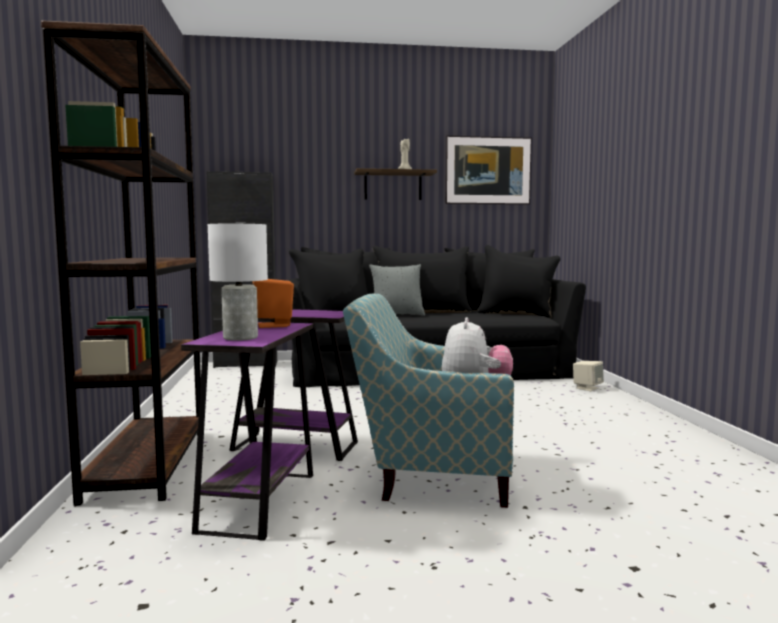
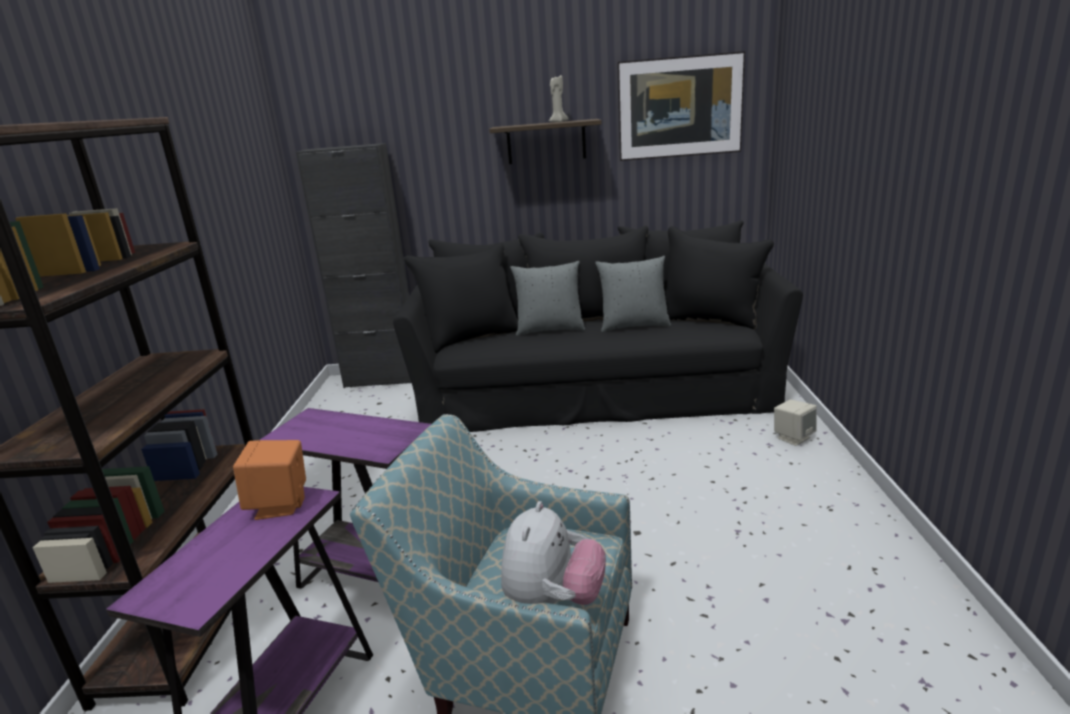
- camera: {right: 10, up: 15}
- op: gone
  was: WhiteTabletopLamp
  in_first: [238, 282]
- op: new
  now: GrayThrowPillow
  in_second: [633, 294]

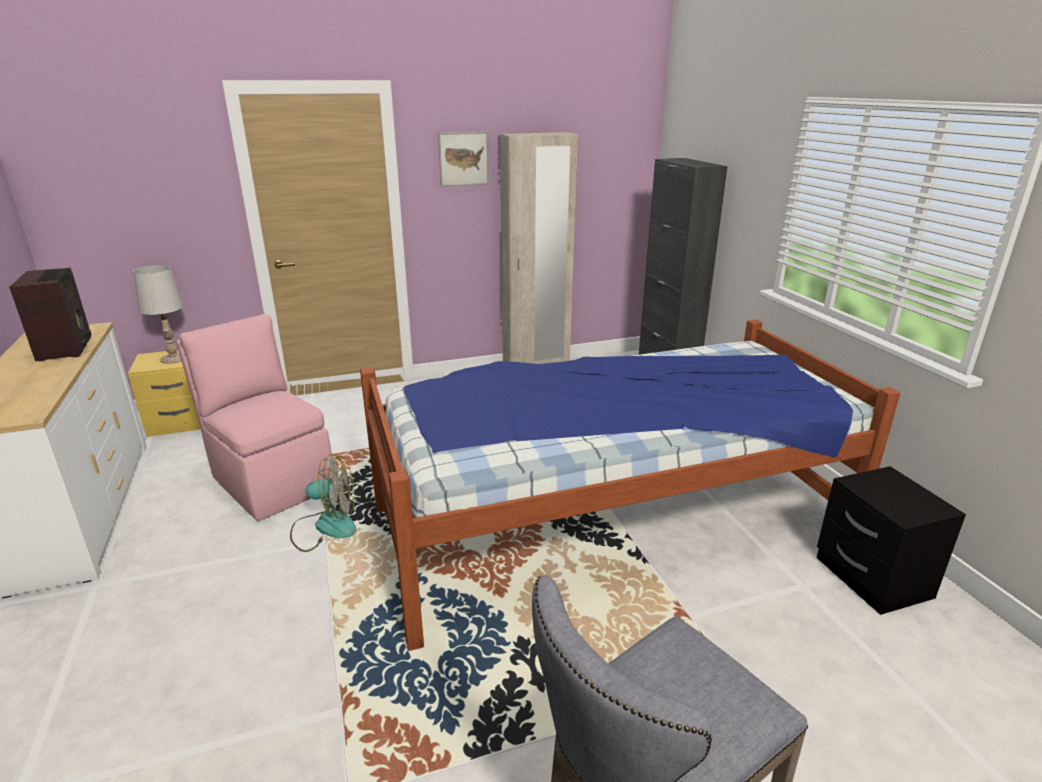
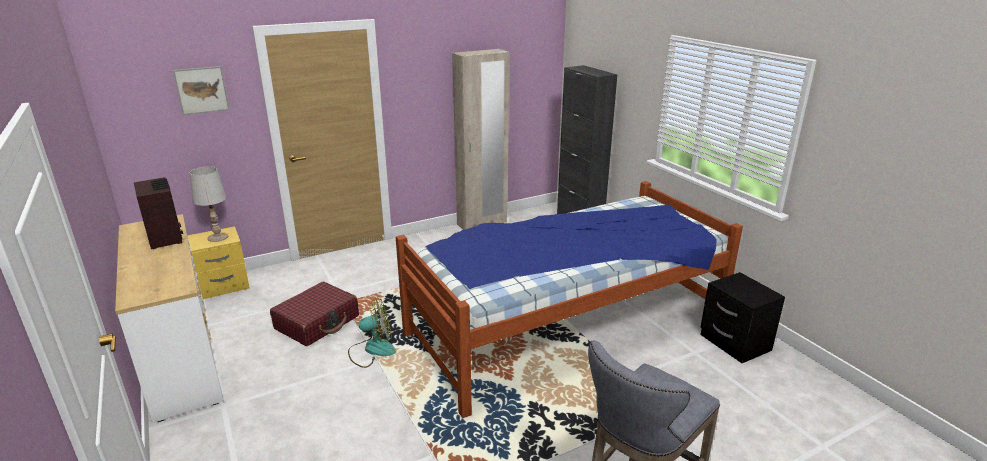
- camera: {right: -10, up: 0}
- op: shifted
  was: Picture
  in_first: [463, 159]
  in_second: [201, 90]
- op: swapped
  was: PinkColouredUprightChair
  now: RedSuitcase
  in_first: [255, 417]
  in_second: [314, 314]

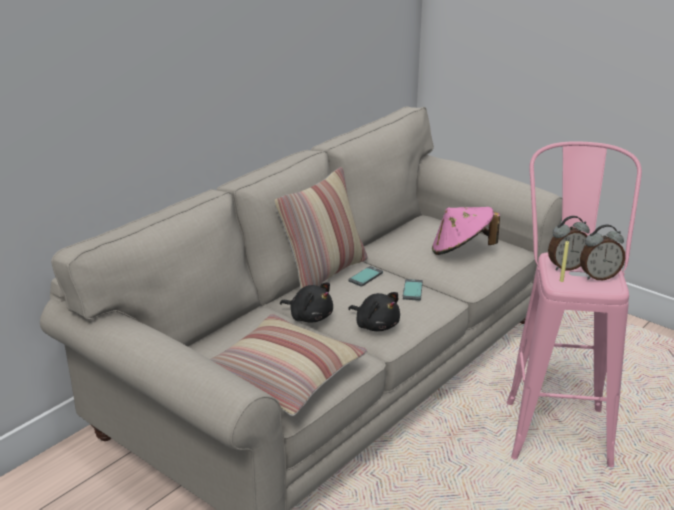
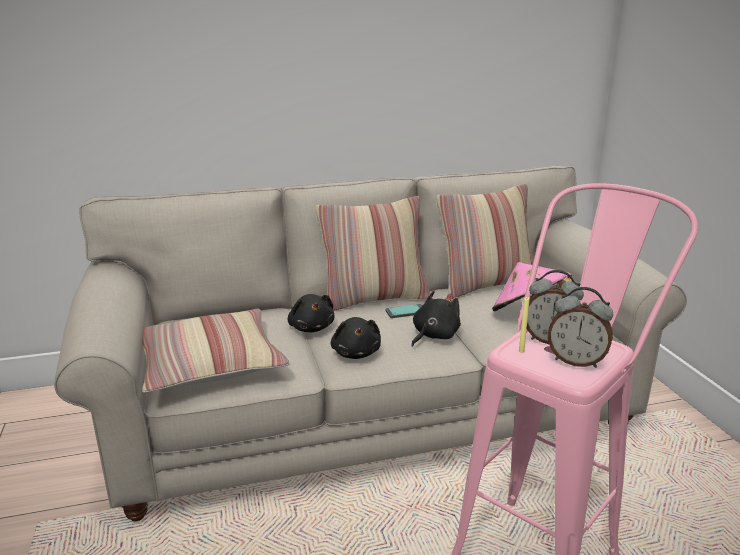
- camera: {right: 35, up: -5}
- op: new
  now: ThrowPillow
  in_second: [484, 241]
- op: swapped
  was: Telephone
  now: BlackPlushToy
  in_first: [413, 290]
  in_second: [436, 319]

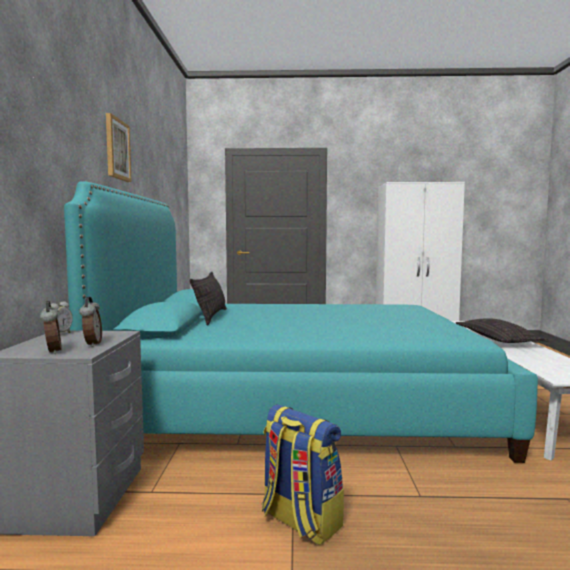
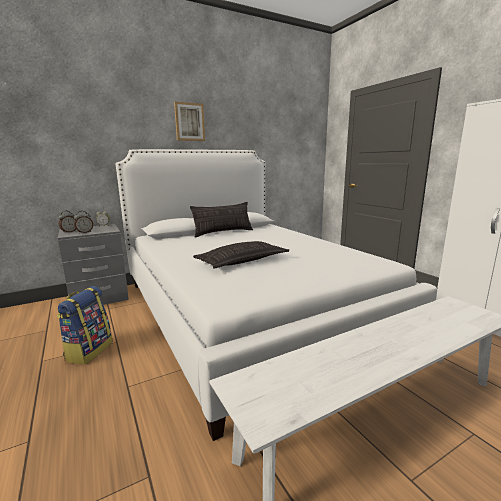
- camera: {right: 60, up: 10}
- op: shifted
  was: ThrowPillow
  in_first: [502, 331]
  in_second: [241, 255]
- op: repainted
  was: TurquoiseBedroomBed
  now: WhiteBedroomBed
  in_first: [301, 322]
  in_second: [276, 295]

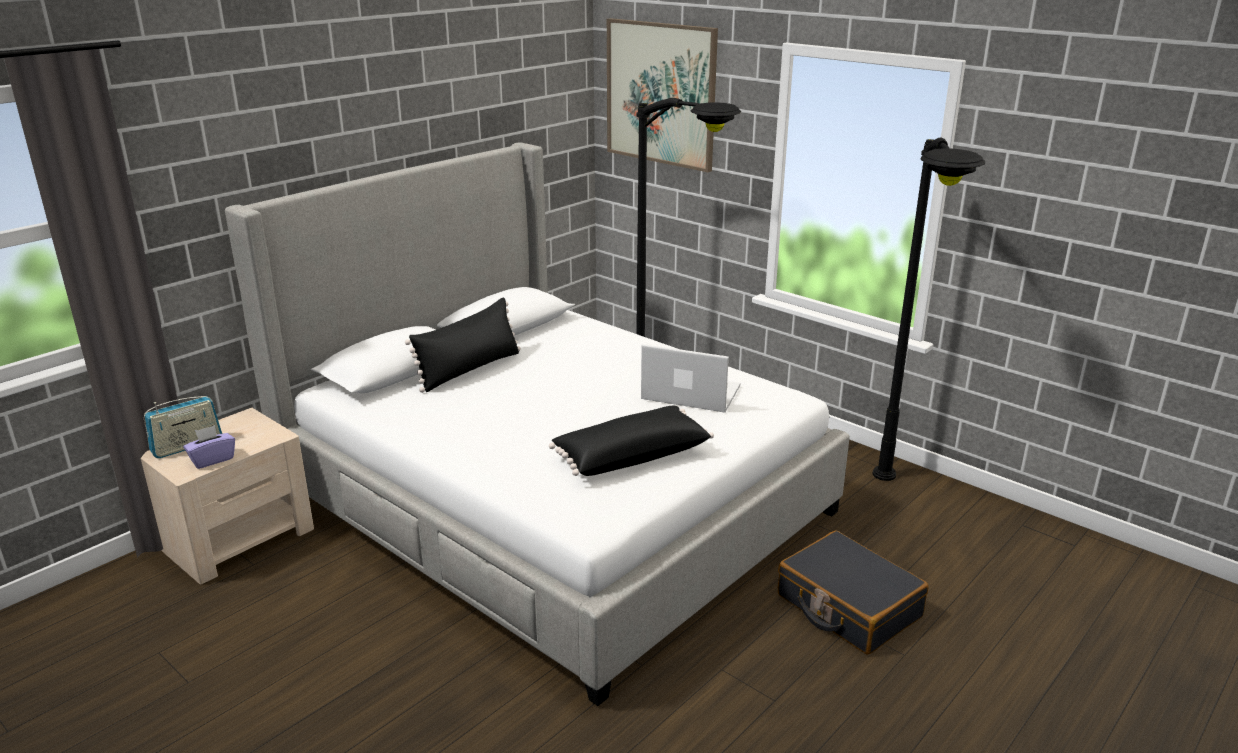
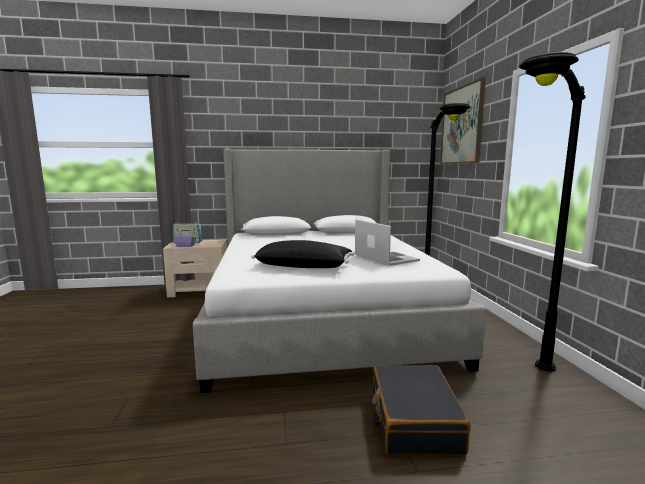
- camera: {right: 40, up: -15}
- op: gone
  was: BlackThrowPillow
  in_first: [463, 345]

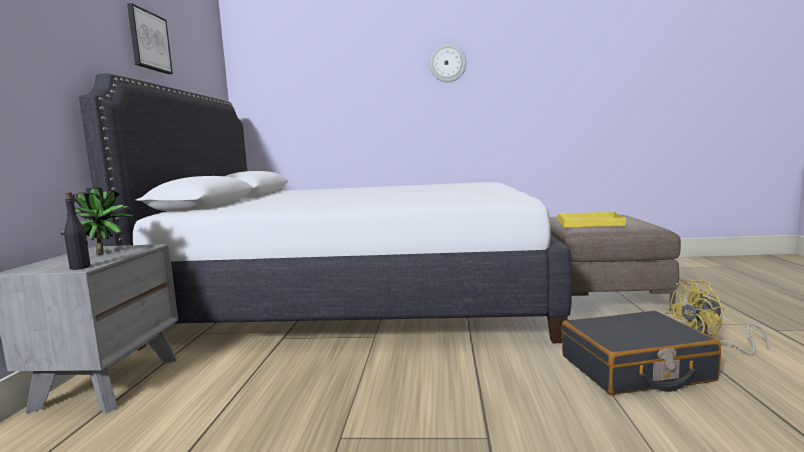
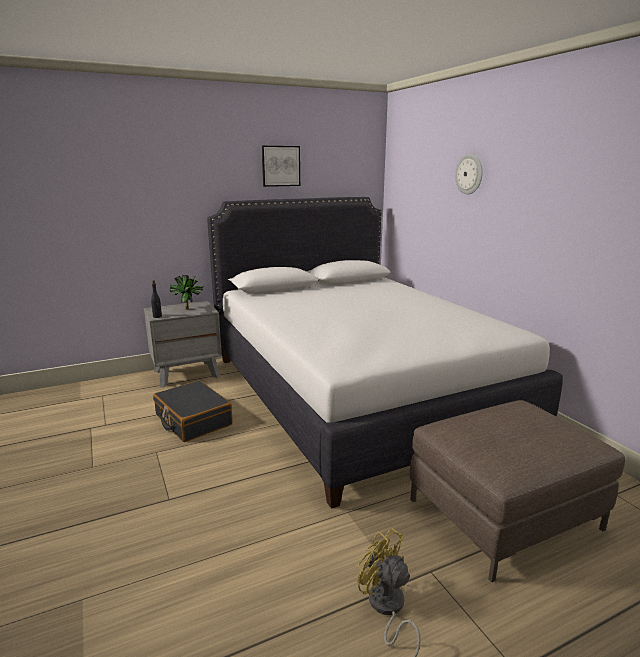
- camera: {right: 60, up: 10}
- op: gone
  was: YellowTray
  in_first: [592, 219]
- op: shifted
  was: WallClock
  in_first: [448, 63]
  in_second: [469, 174]
- op: shifted
  was: BlackSuitcase
  in_first: [641, 353]
  in_second: [193, 411]

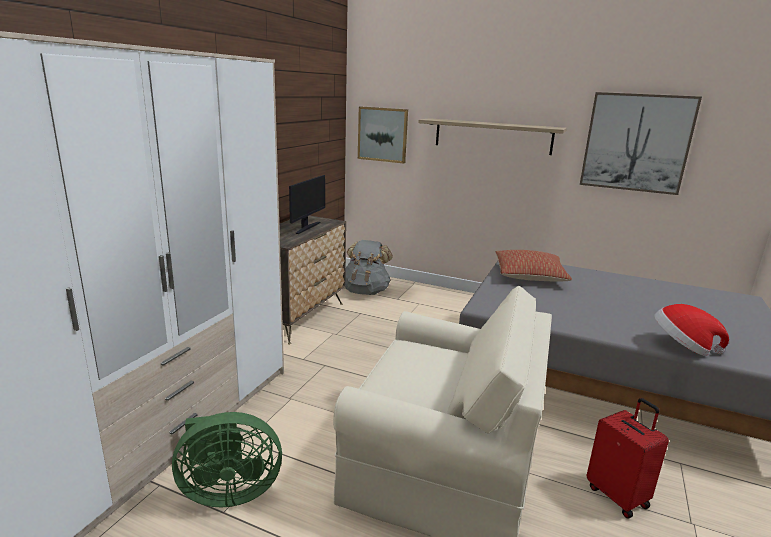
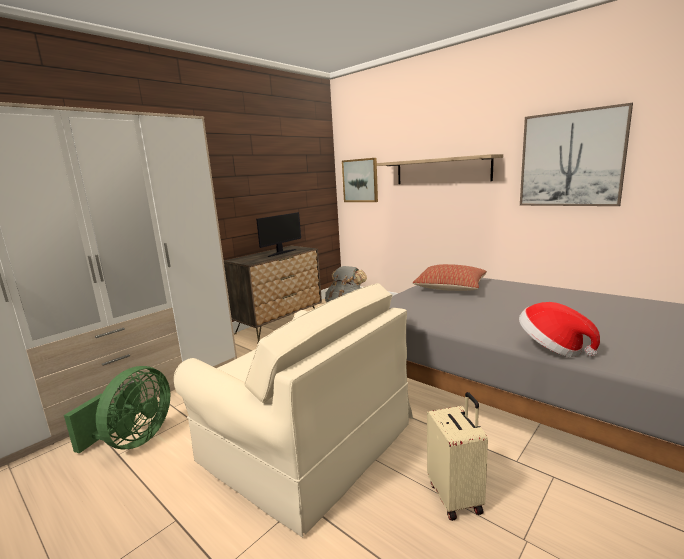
- camera: {right: 20, up: -5}
- op: repainted
  was: RedSuitcase
  now: BeigeColouredSuitcase
  in_first: [627, 458]
  in_second: [457, 456]
- op: rotated
  was: GreenColouredCoolingFan
  in_first: [227, 459]
  in_second: [117, 409]
  clockwise: -75

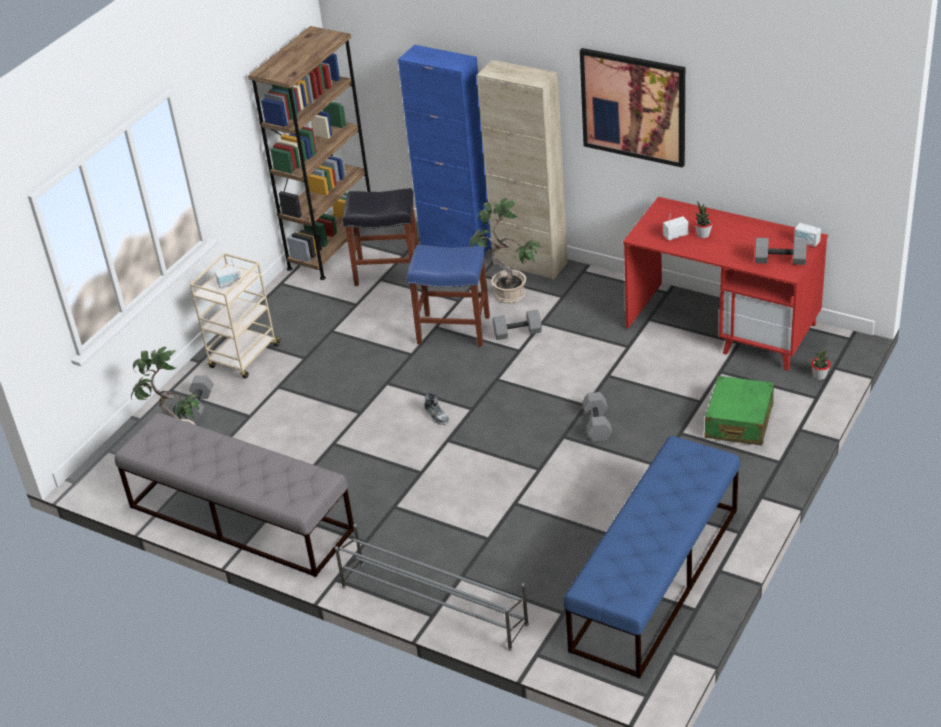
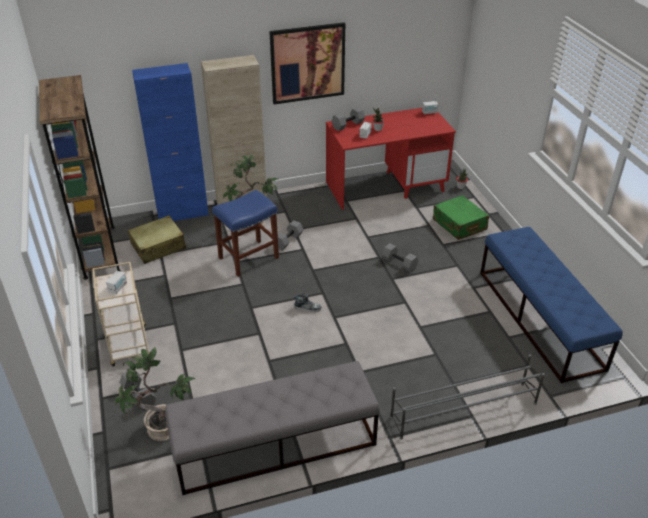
- camera: {right: -50, up: 0}
- op: shifted
  was: GrayFreeWeight
  in_first: [781, 251]
  in_second: [348, 119]
- op: swapped
  was: BlackStoolSeat
  now: BeigeColouredSuitcase
  in_first: [380, 237]
  in_second: [157, 239]

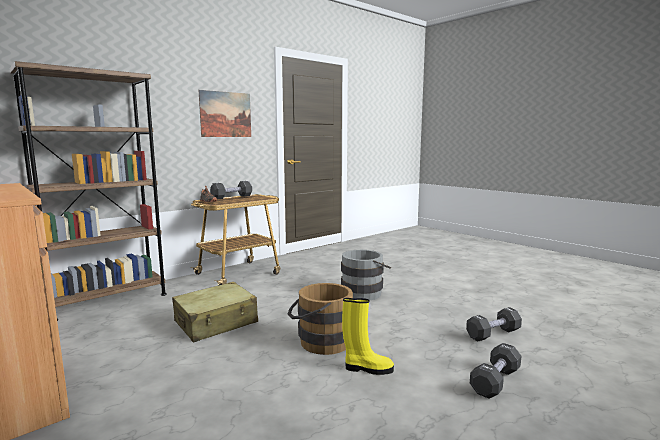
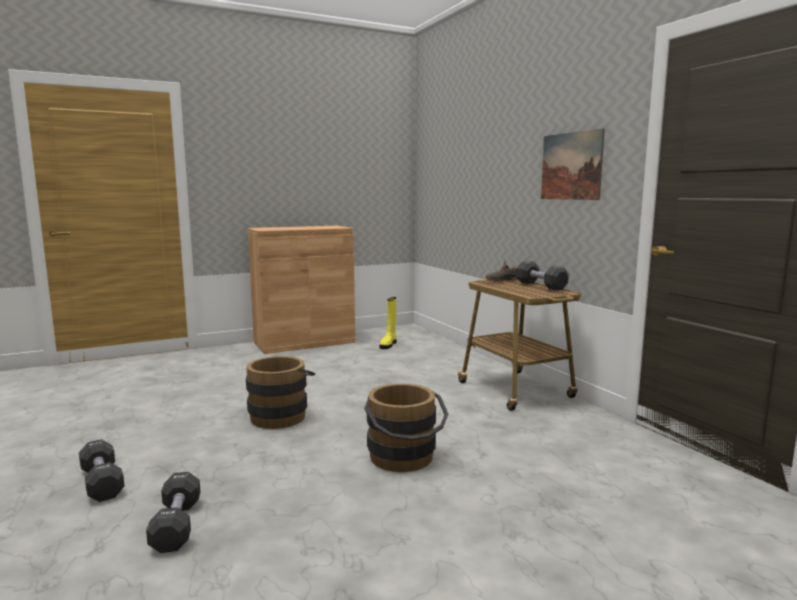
- camera: {right: 105, up: 0}
- op: gone
  was: BrownishShelvingUnit
  in_first: [88, 191]
- op: gone
  was: BeigeColouredSuitcase
  in_first: [215, 312]
- op: shifted
  was: YellowTallBoot
  in_first: [368, 336]
  in_second: [388, 323]
- op: repainted
  was: GrayWaterBucket
  now: BrownishWaterBucket
  in_first: [366, 275]
  in_second: [406, 427]

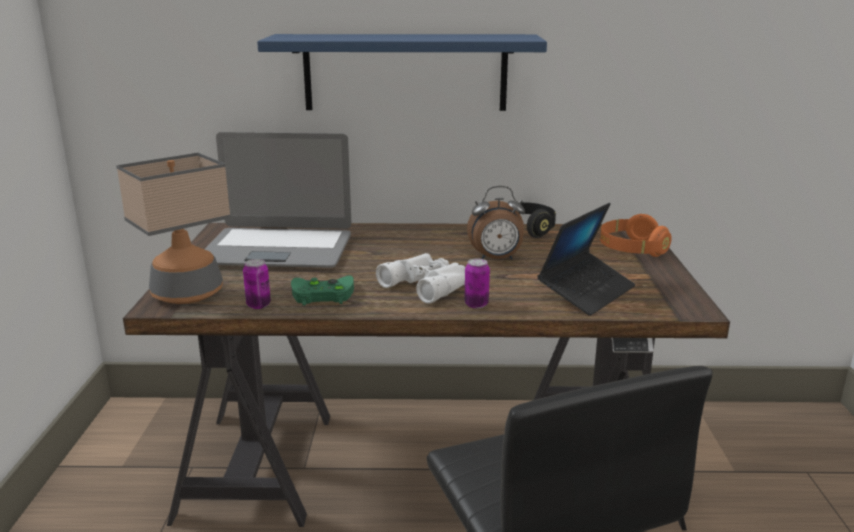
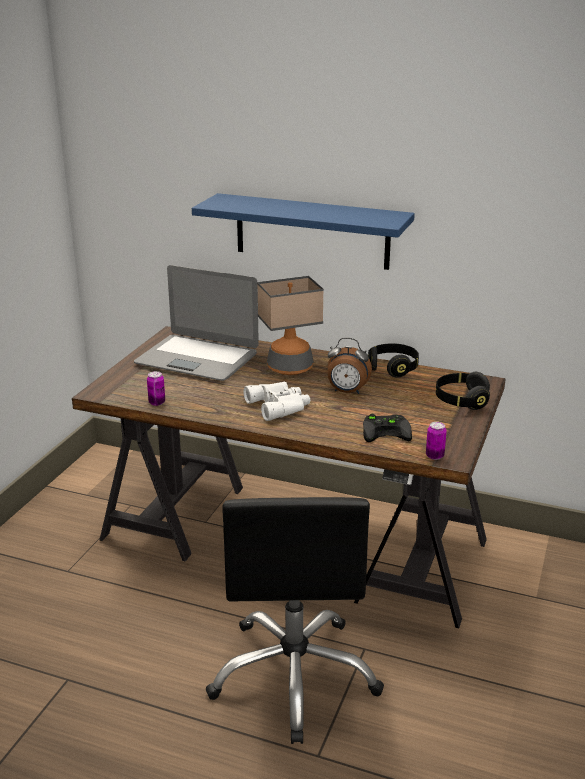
- camera: {right: 20, up: 5}
- op: gone
  was: GreenColouredGameController
  in_first: [322, 290]
- op: shifted
  was: TabletopLamp
  in_first: [173, 228]
  in_second: [290, 325]
- op: shifted
  was: Can
  in_first: [477, 284]
  in_second: [436, 441]
- op: swapped
  was: NotebookComputer
  now: BlackGameController
  in_first: [586, 259]
  in_second: [387, 428]
- op: repainted
  was: OrangeColouredHeadset
  now: BlackHeadset
  in_first: [636, 235]
  in_second: [463, 391]

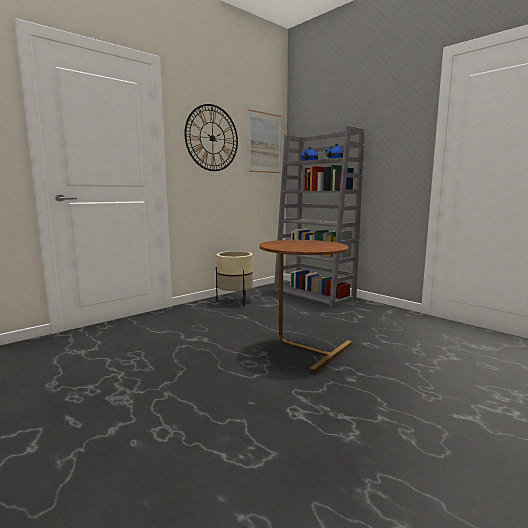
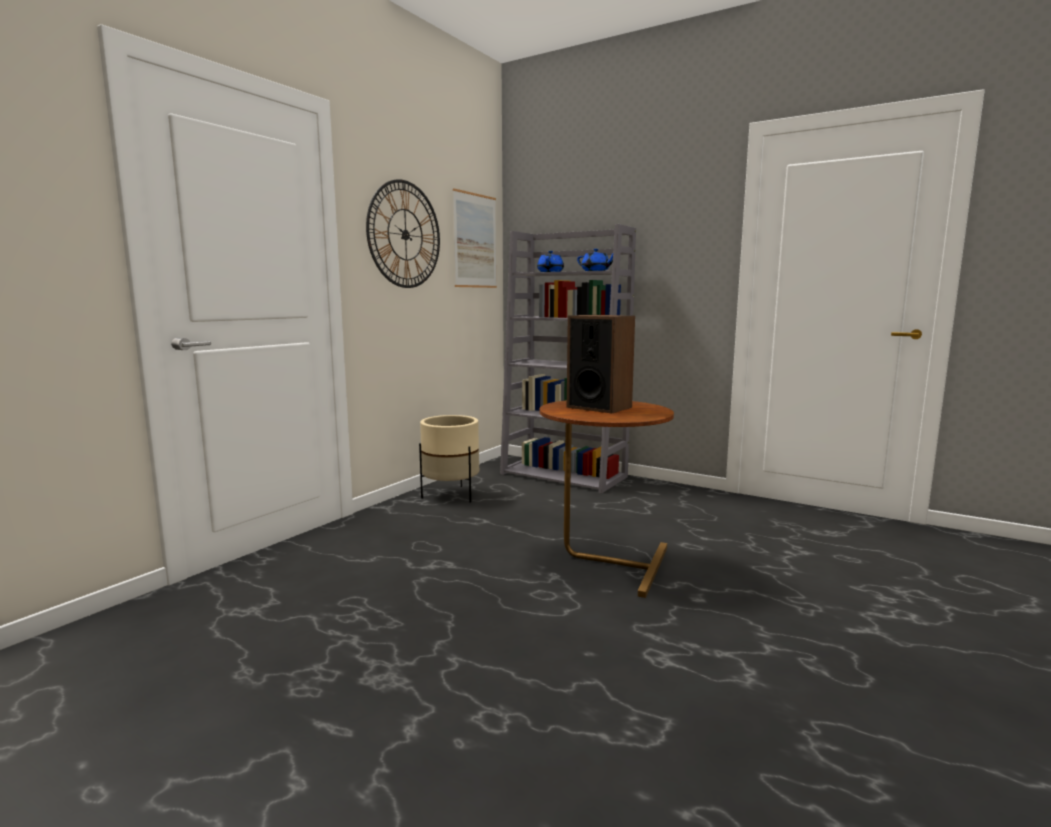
- camera: {right: -15, up: 0}
- op: new
  now: AudioSpeaker
  in_second: [601, 364]

